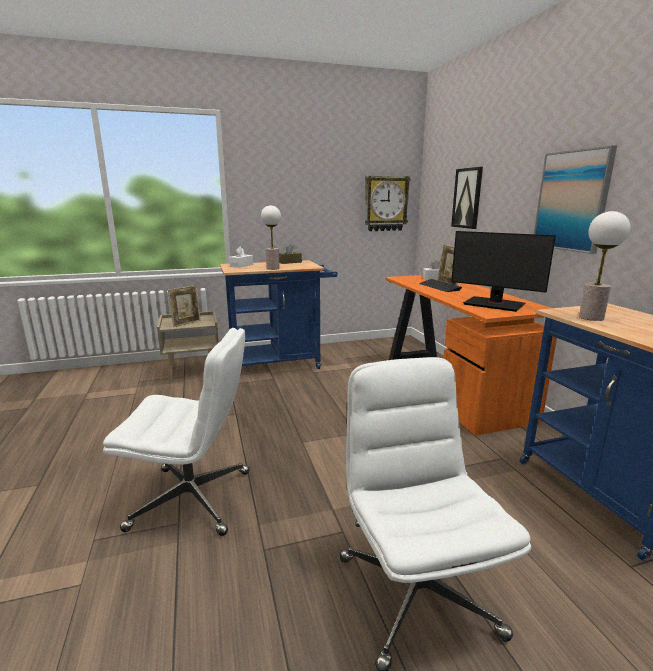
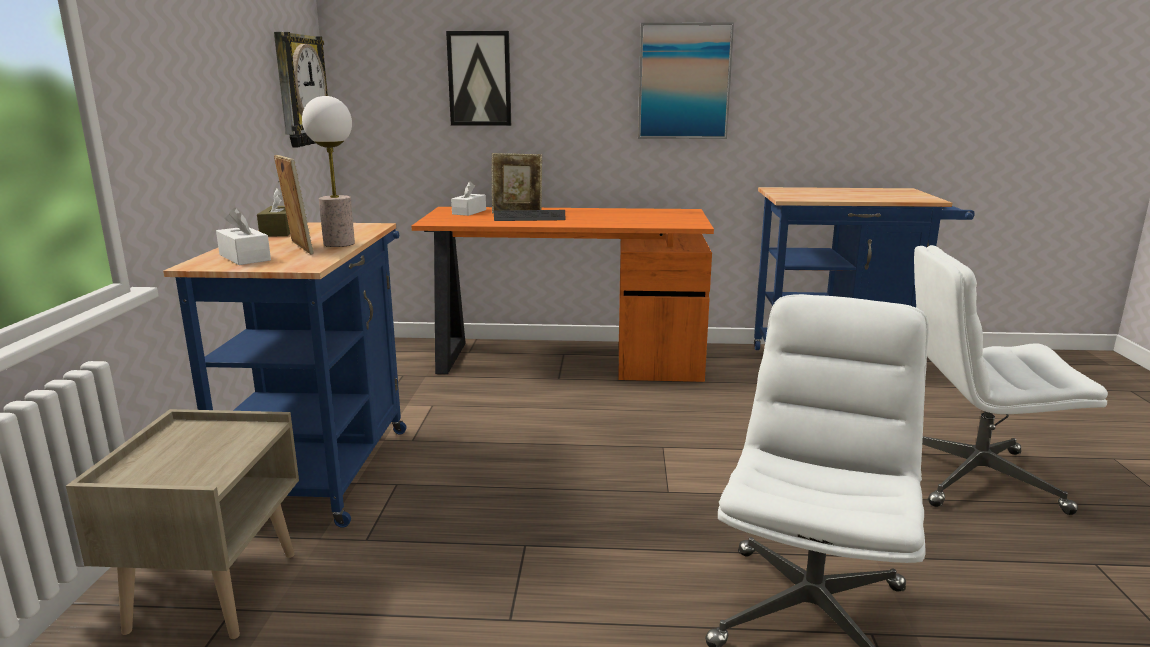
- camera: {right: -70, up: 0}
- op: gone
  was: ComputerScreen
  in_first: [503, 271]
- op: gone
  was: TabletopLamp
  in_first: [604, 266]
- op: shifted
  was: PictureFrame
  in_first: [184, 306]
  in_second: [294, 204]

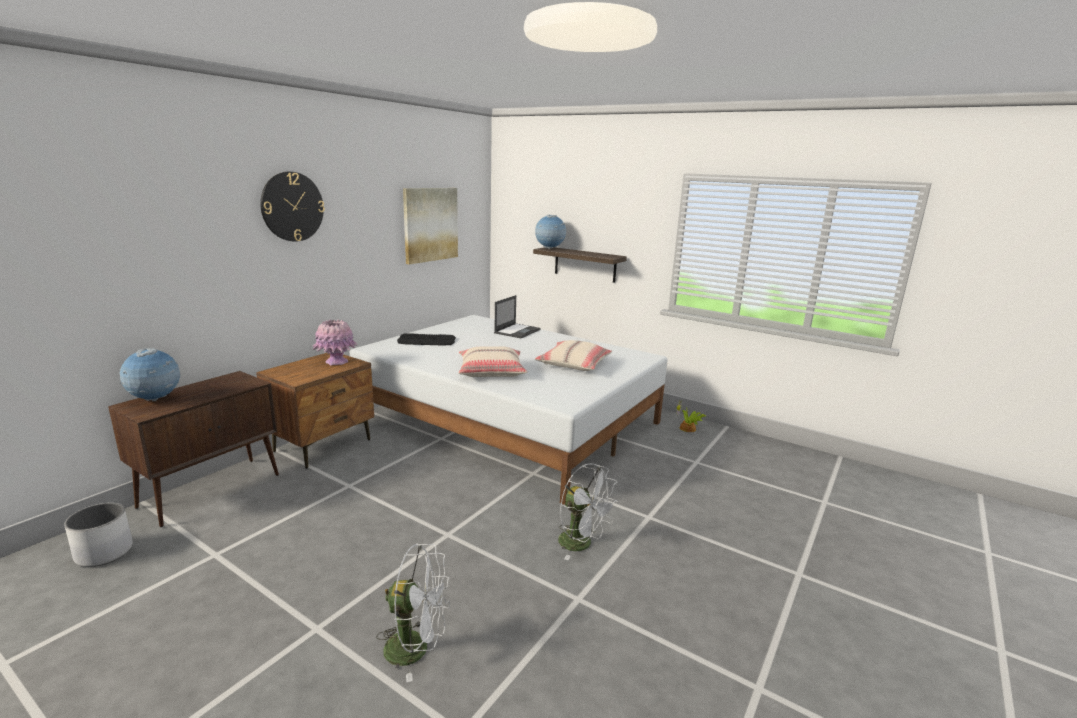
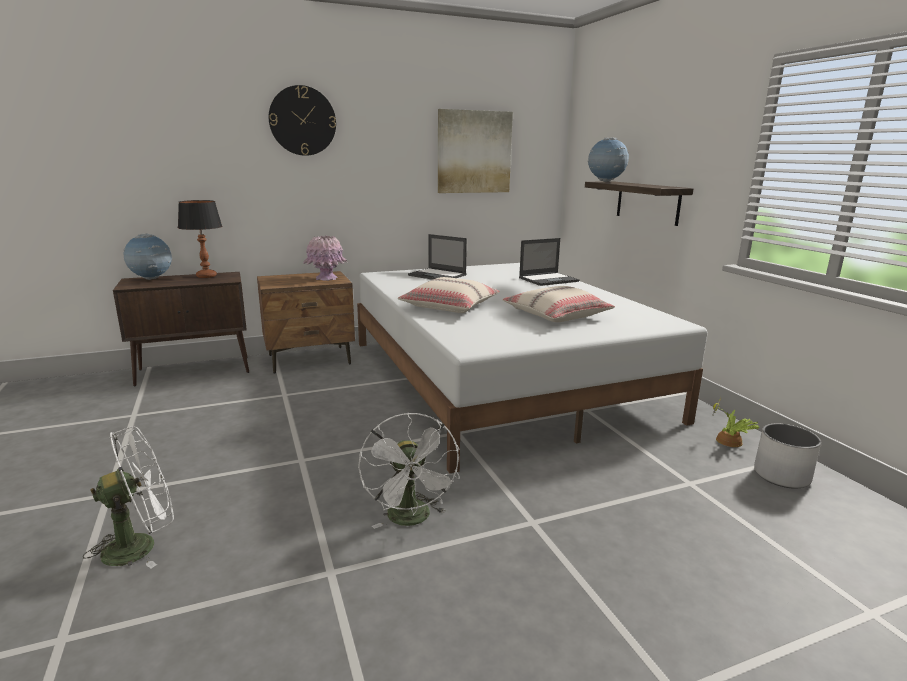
- camera: {right: 35, up: 0}
- op: new
  now: TabletopLamp
  in_second: [200, 239]
- op: shifted
  was: WhitePlanter
  in_first: [98, 535]
  in_second: [787, 456]
- op: swapped
  was: ComputerKeyboard
  now: NotebookComputer
  in_first: [426, 340]
  in_second: [437, 257]
- op: rotated
  was: WhiteCoolingFan
  in_first: [413, 613]
  in_second: [128, 497]
  clockwise: -75

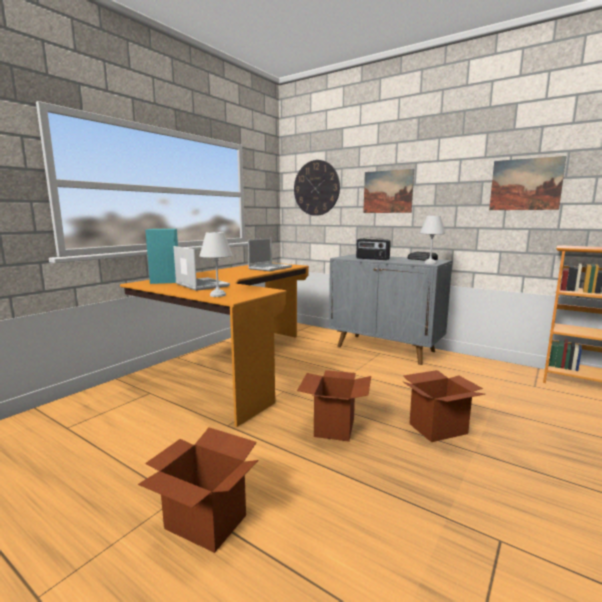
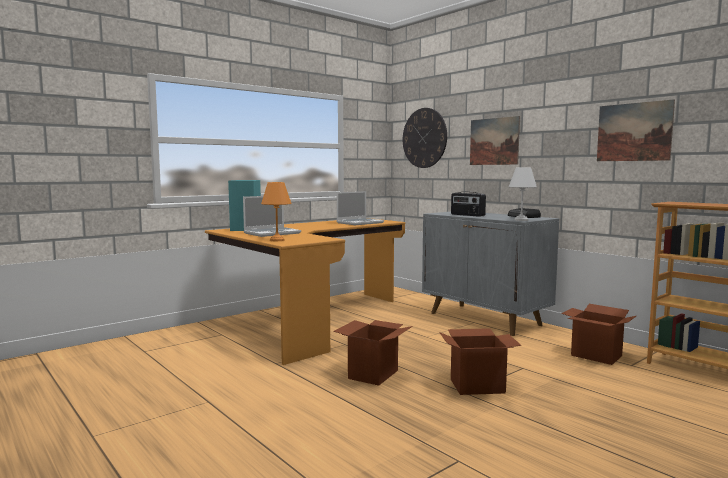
- camera: {right: 15, up: -5}
- op: shifted
  was: Carton
  in_first: [198, 490]
  in_second: [598, 334]
- op: repainted
  was: WhiteTabletopLamp
  now: OrangeColouredTabletopLamp
  in_first: [216, 264]
  in_second: [276, 211]
- op: rotated
  was: NotebookComputer
  in_first: [201, 268]
  in_second: [272, 216]
  clockwise: 75

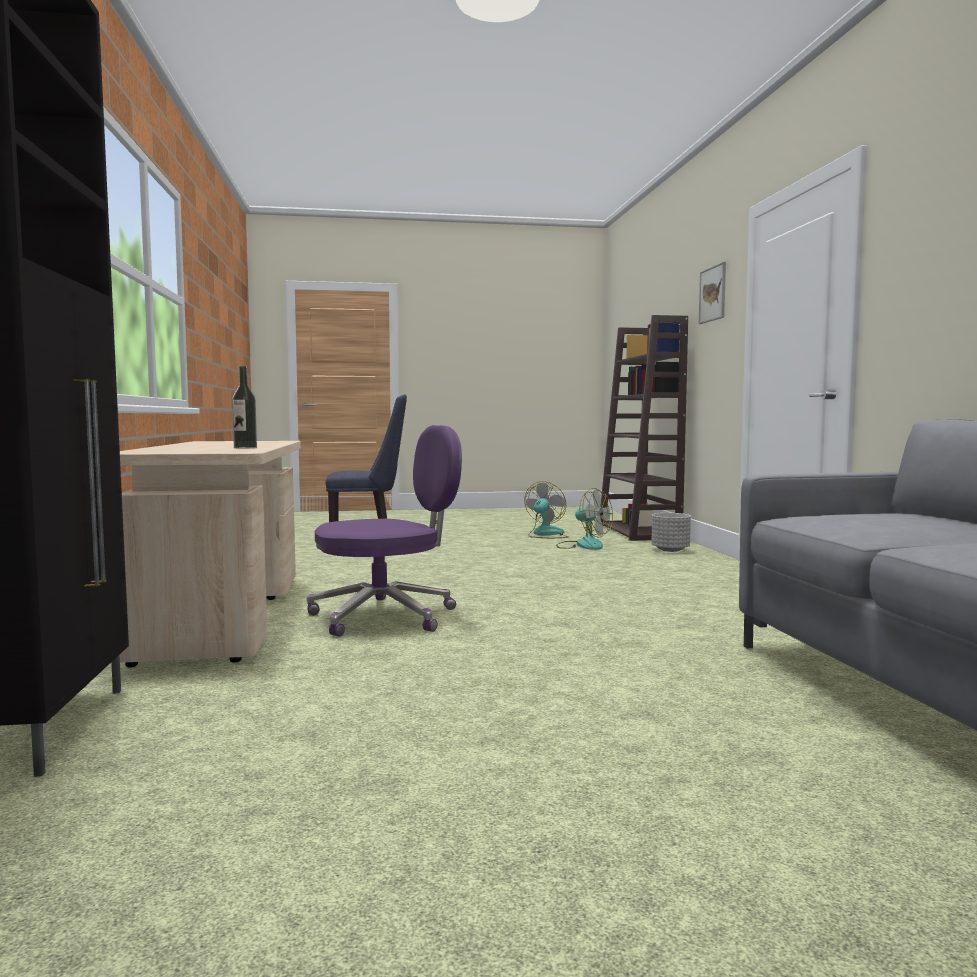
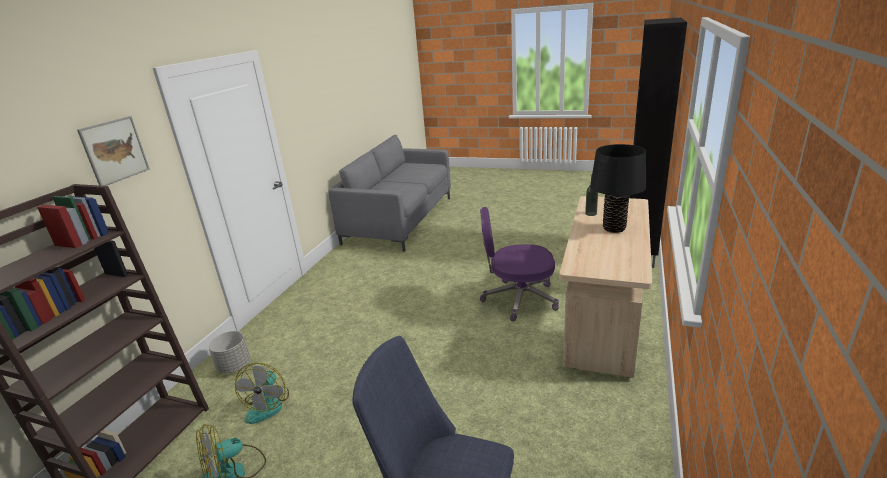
- camera: {right: -150, up: 20}
- op: new
  now: BlackTabletopLamp
  in_second: [618, 188]
- op: rotated
  was: CoolingFan
  in_first: [584, 519]
  in_second: [262, 393]
  clockwise: -150

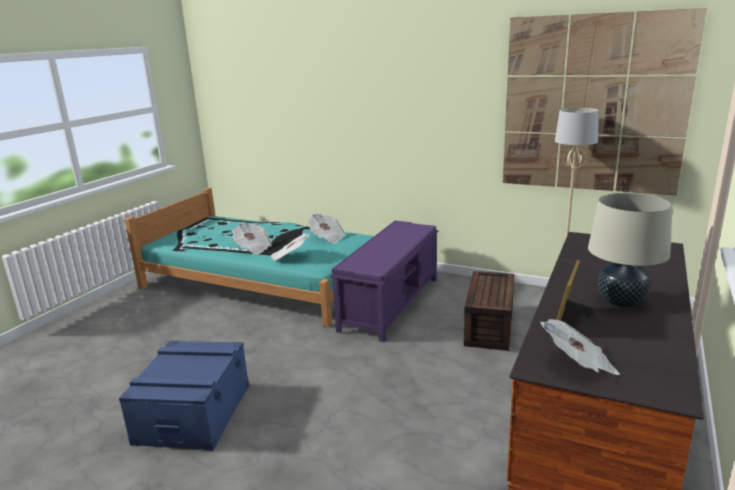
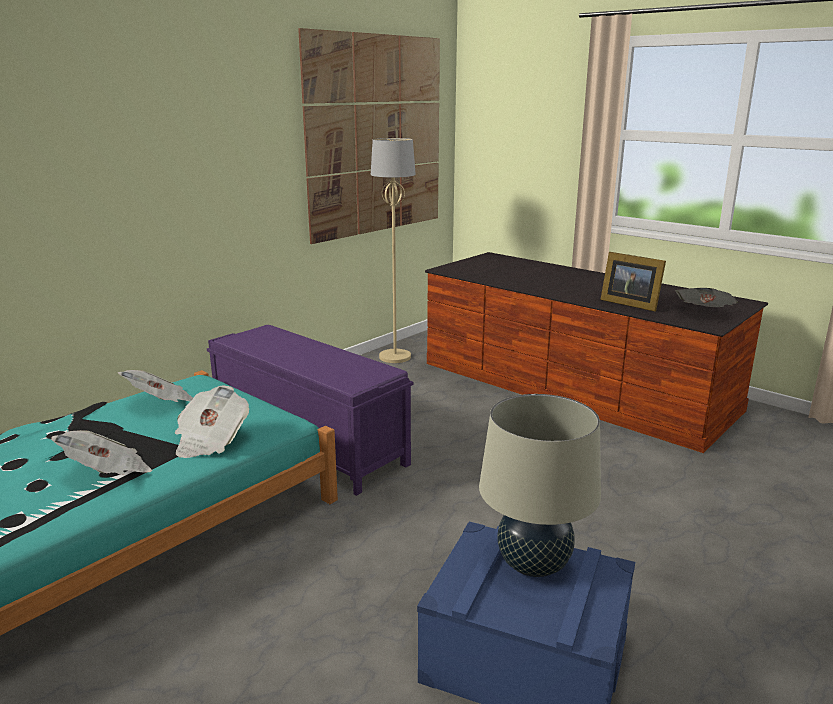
- camera: {right: -75, up: 0}
- op: gone
  was: BrownishStorageBin
  in_first: [489, 311]
- op: shifted
  was: BeigeColouredTabletopLamp
  in_first: [630, 250]
  in_second: [540, 485]

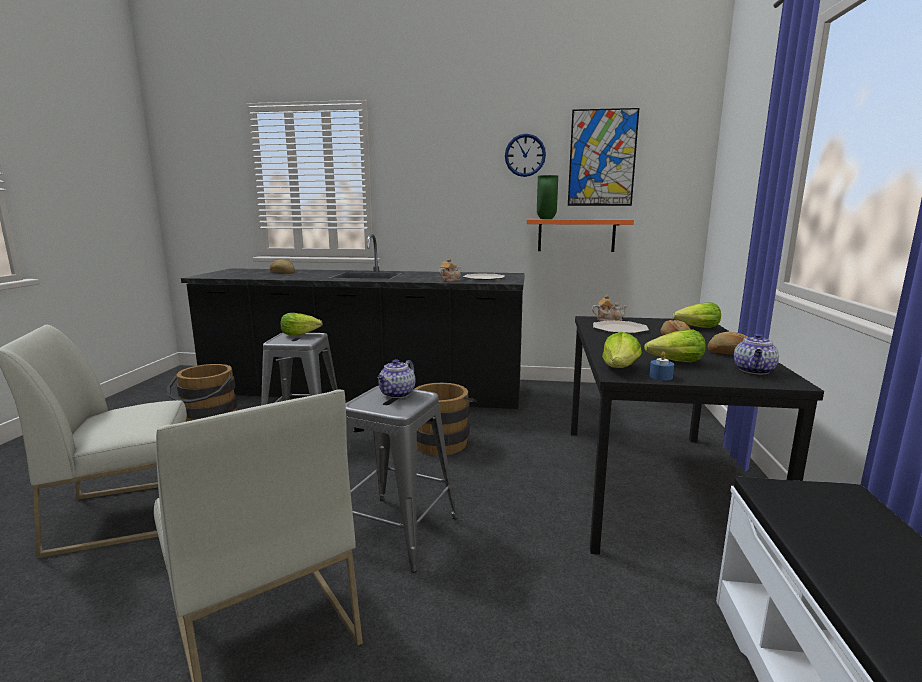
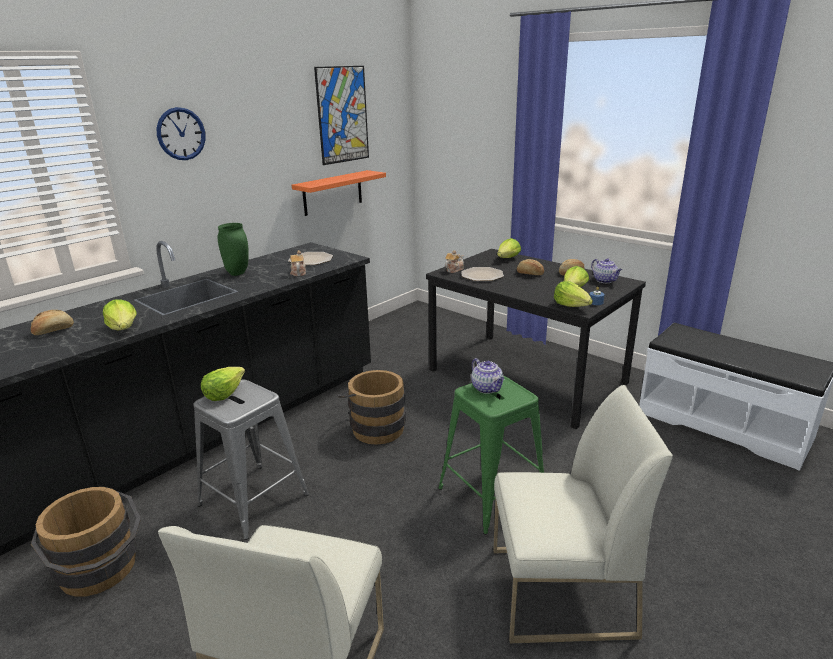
- camera: {right: -55, up: 10}
- op: new
  now: LettuceHead
  in_second: [120, 314]
- op: shifted
  was: WallClock
  in_first: [525, 155]
  in_second: [181, 133]
- op: shifted
  was: GreenColouredFlowerVase
  in_first: [547, 197]
  in_second: [233, 249]
- op: repainted
  was: GrayStoolSeat
  now: GreenColouredStoolSeat
  in_first: [401, 479]
  in_second: [491, 454]

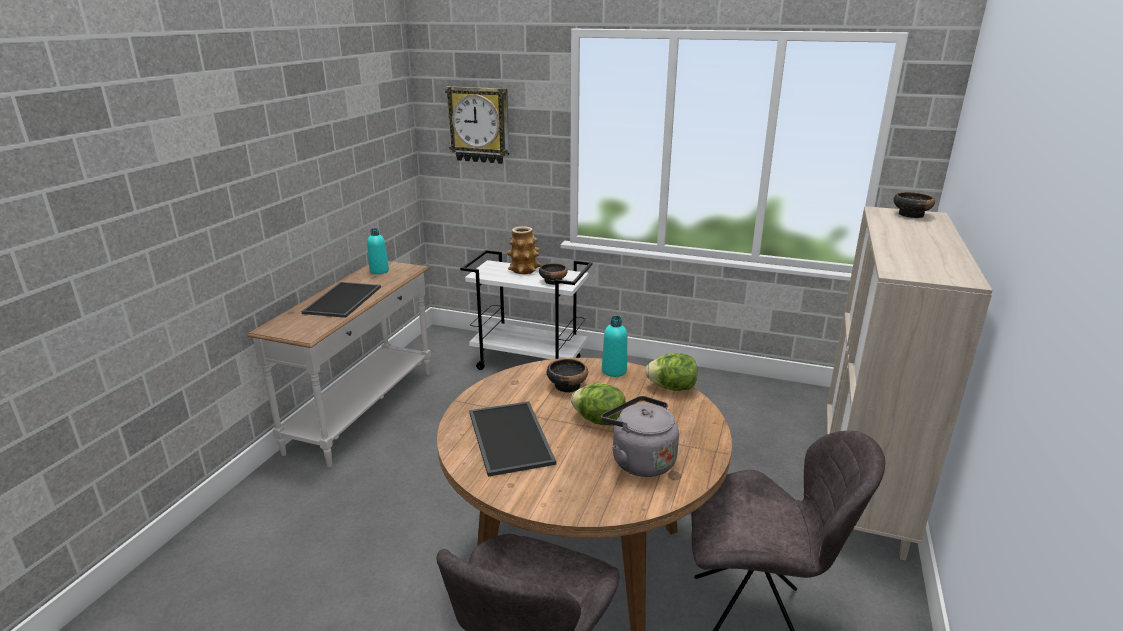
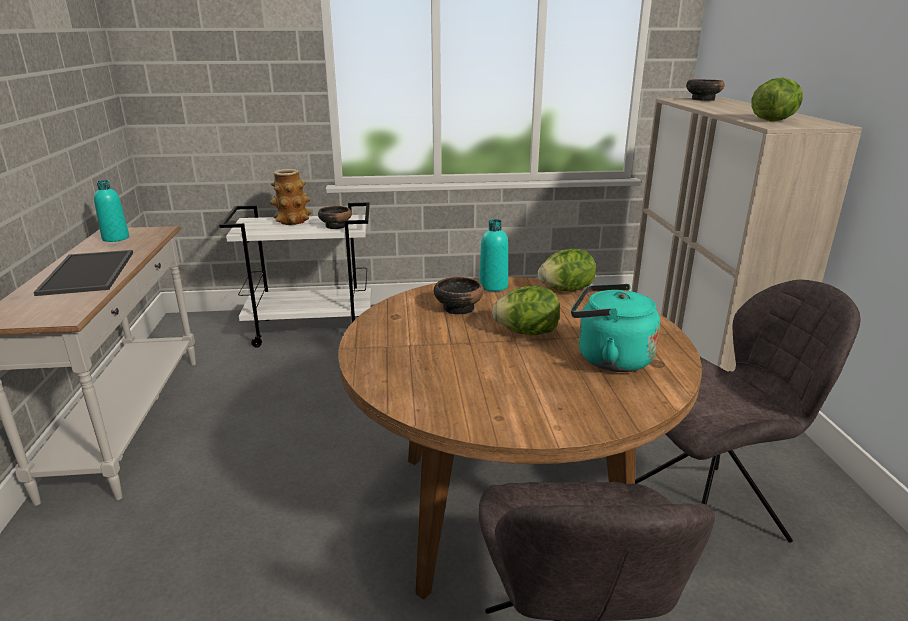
- camera: {right: -25, up: 0}
- op: gone
  was: WallClock
  in_first: [477, 125]
- op: gone
  was: Tray
  in_first: [512, 439]
- op: new
  now: LettuceHead
  in_second: [777, 99]
- op: repainted
  was: GrayKettle
  now: TurquoiseKettle
  in_first: [640, 436]
  in_second: [615, 328]

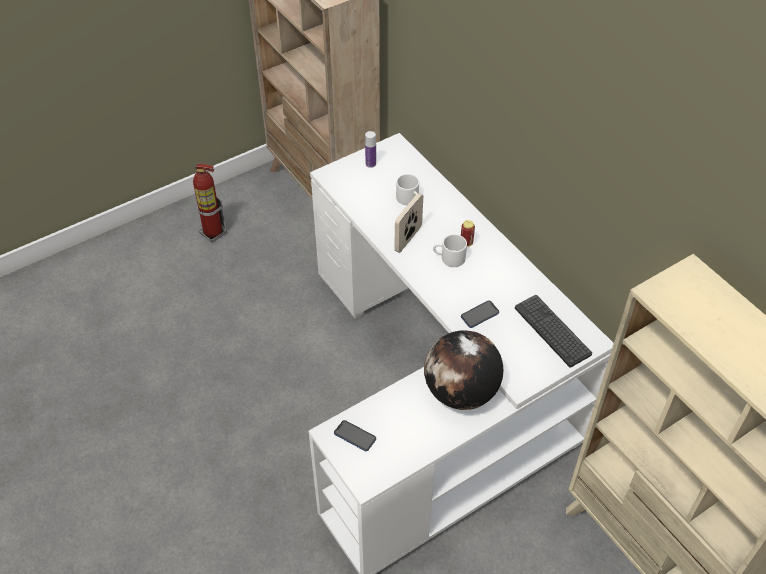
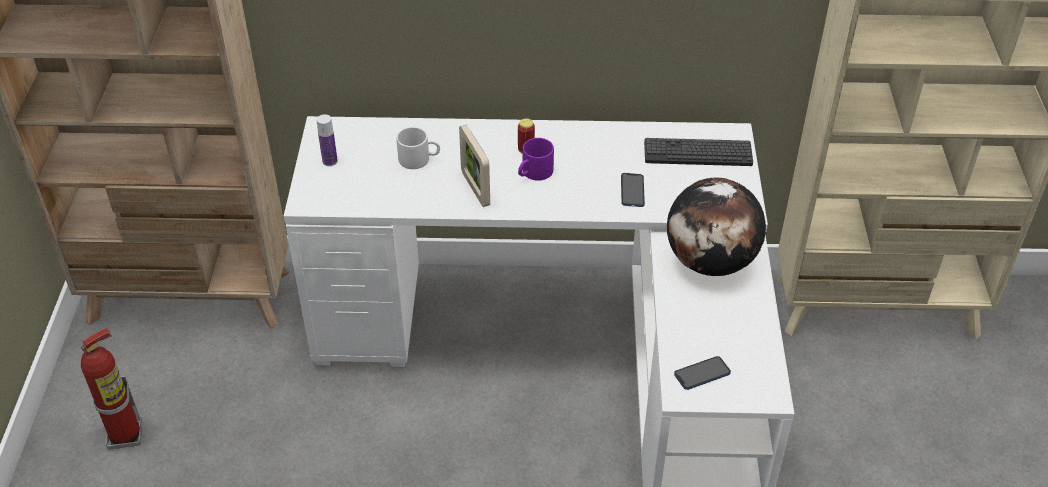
- camera: {right: -55, up: -5}
- op: repainted
  was: WhiteMug
  now: PurpleColouredMug
  in_first: [450, 250]
  in_second: [536, 159]

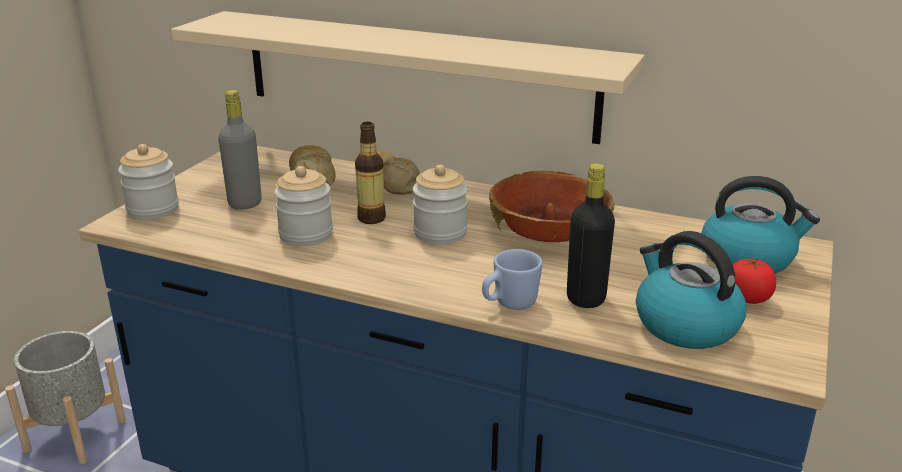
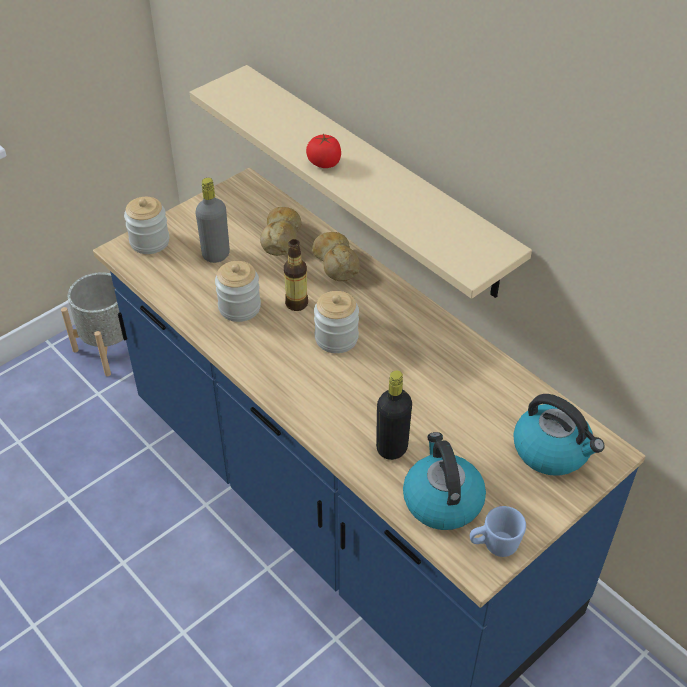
- camera: {right: 25, up: 20}
- op: gone
  was: ServingBowl
  in_first: [552, 207]
- op: shifted
  was: BlueMug
  in_first: [512, 279]
  in_second: [498, 531]
- op: shifted
  was: FreshTomato
  in_first: [754, 281]
  in_second: [323, 151]

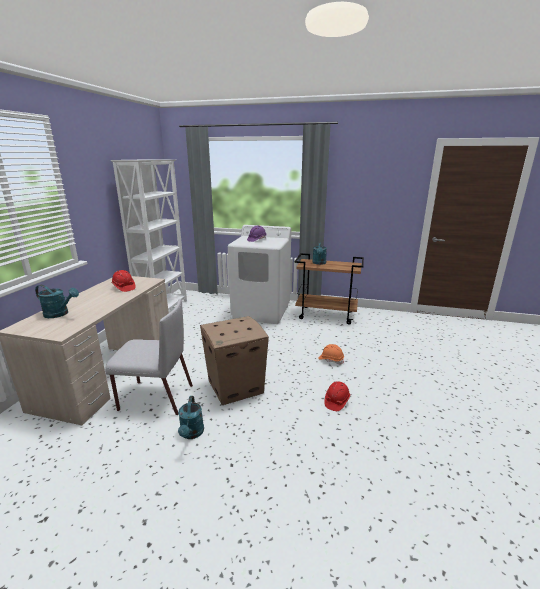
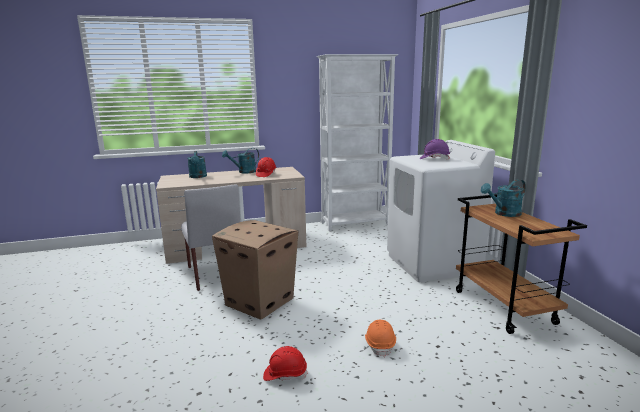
- camera: {right: 60, up: -5}
- op: shifted
  was: TurquoiseWateringPot
  in_first: [191, 417]
  in_second: [240, 161]

